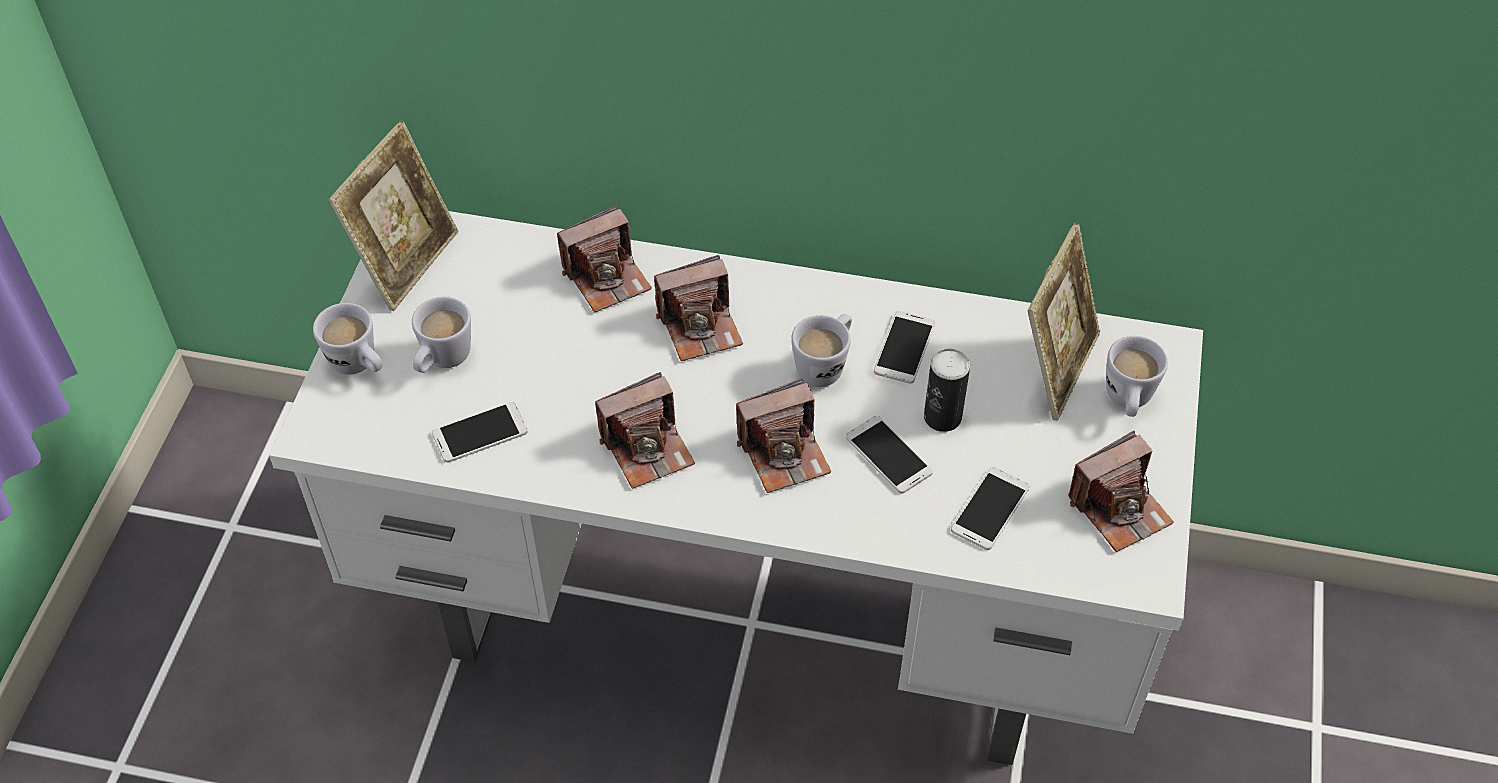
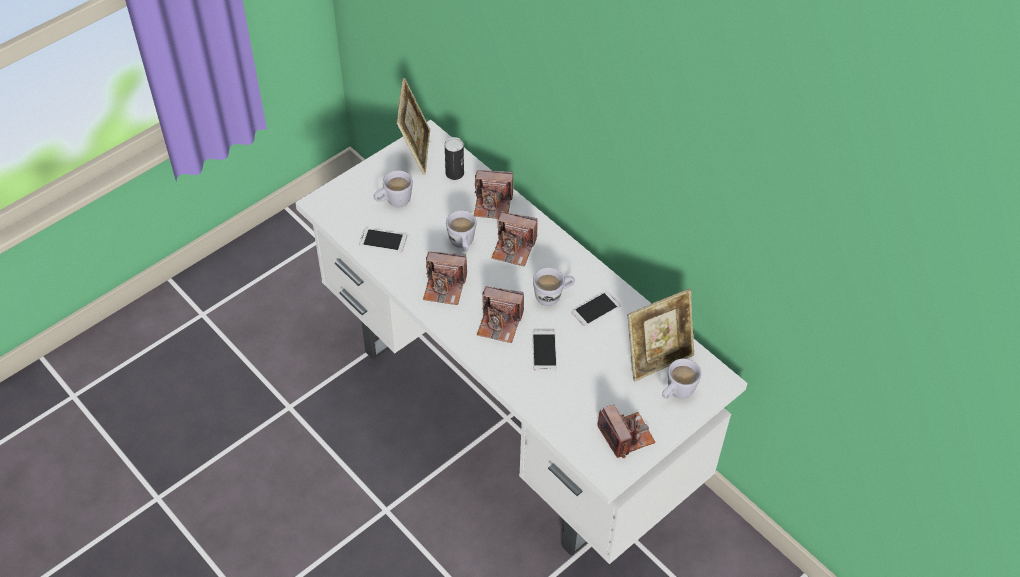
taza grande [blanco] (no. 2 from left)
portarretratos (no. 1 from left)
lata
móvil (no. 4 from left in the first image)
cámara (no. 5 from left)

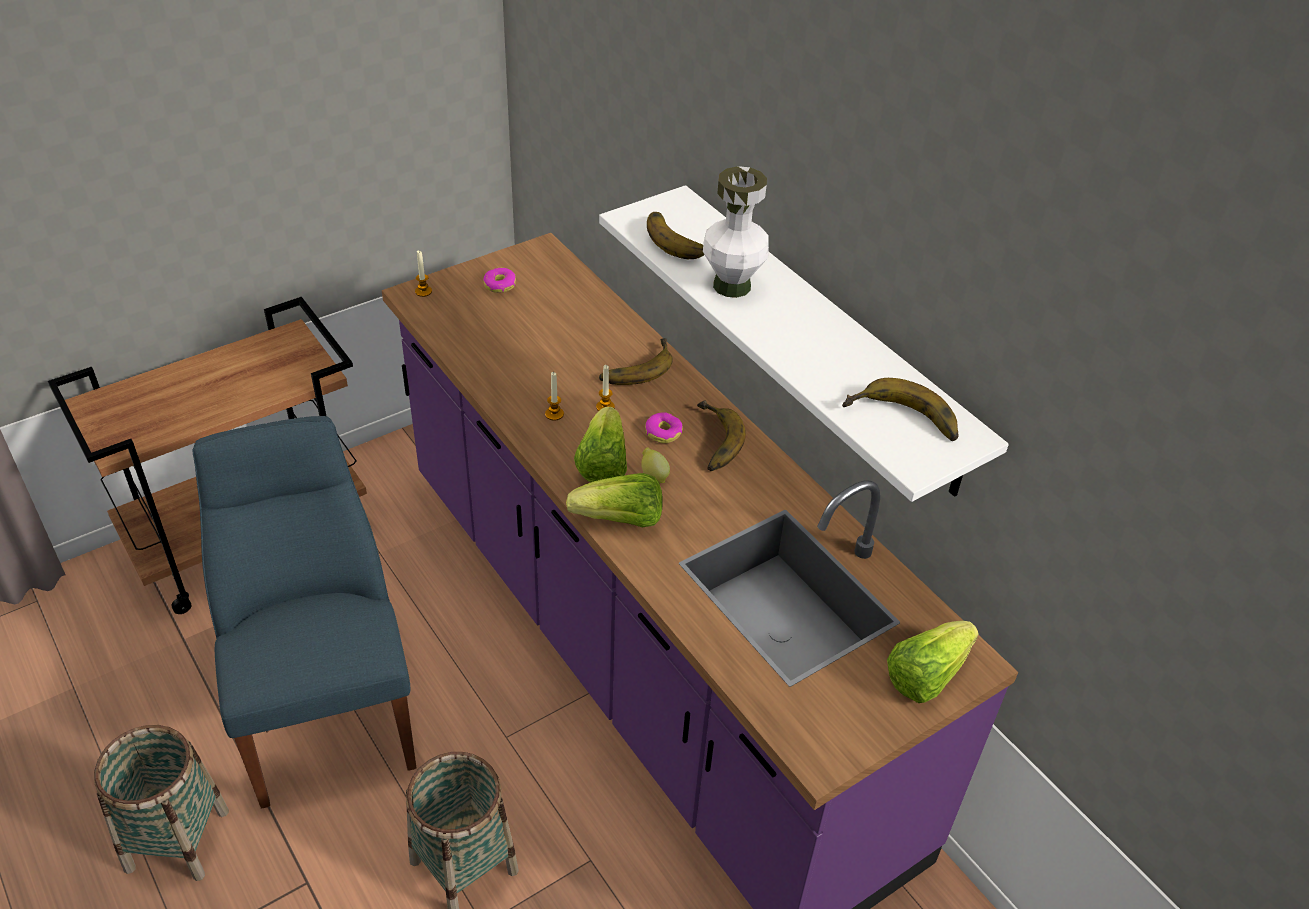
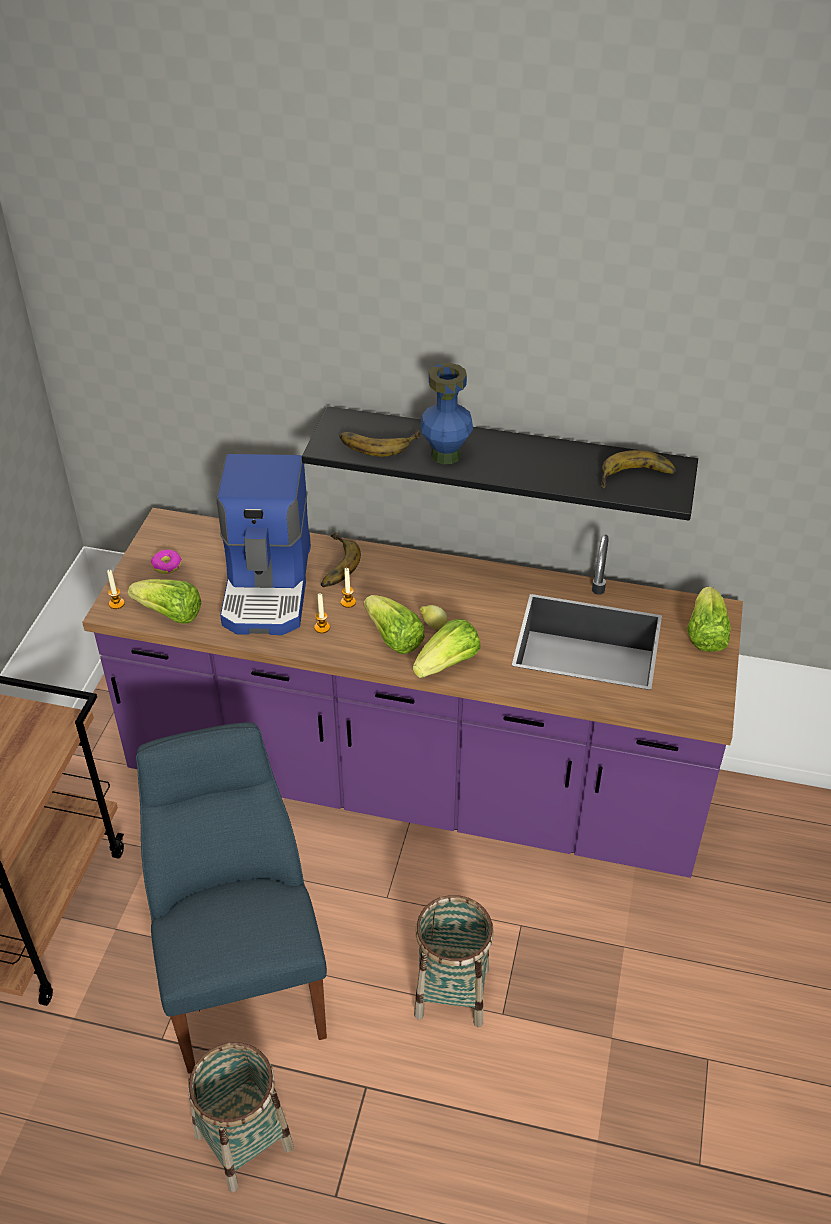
silla [azul]
estante [negro]
rosquilla (no. 2 from left in the first image)
plátano (no. 3 from left in the first image)
florero [azul]
lechuga (no. 1 from left)
cafetera

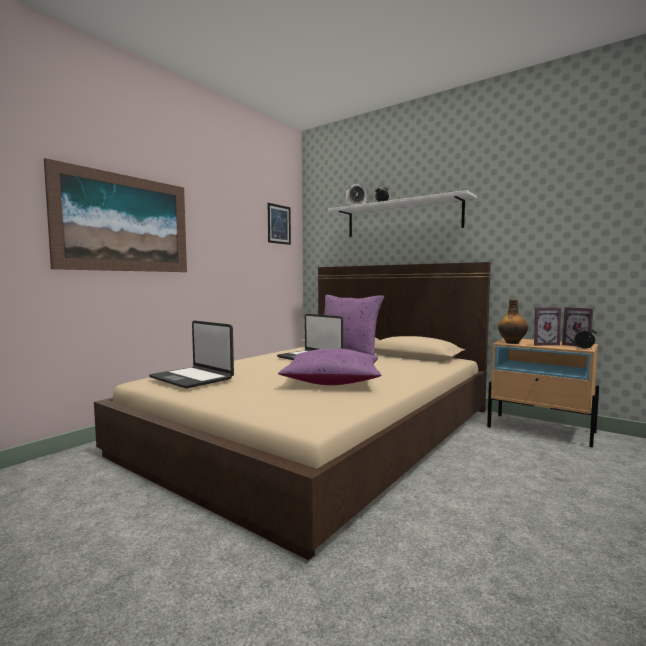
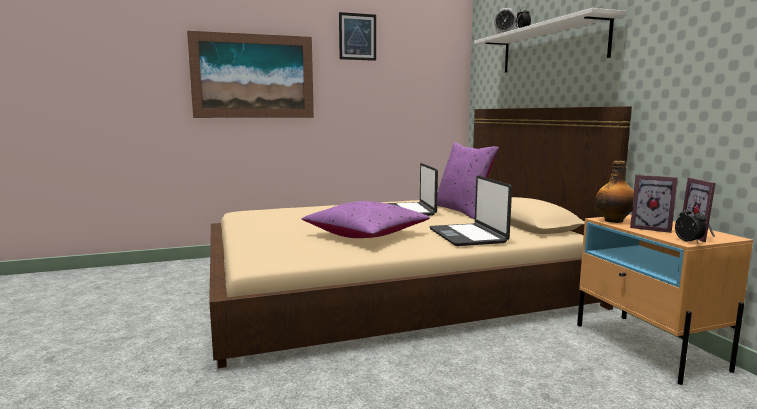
portátil (no. 2 from left)
cuadro (no. 2 from left)

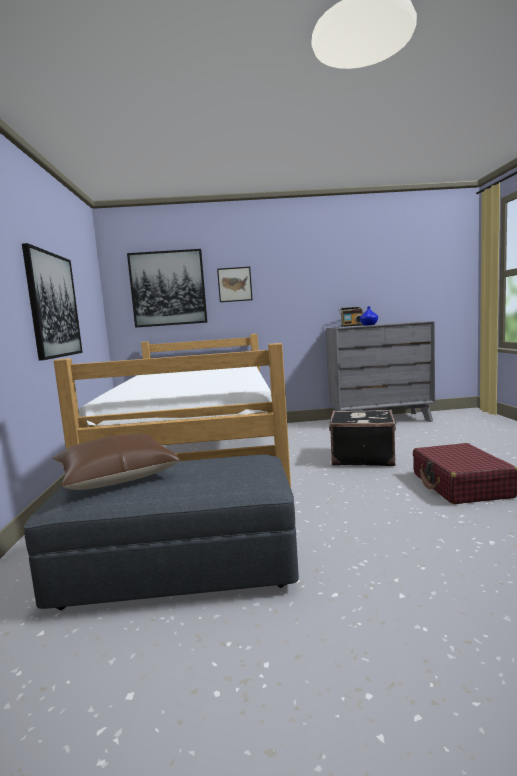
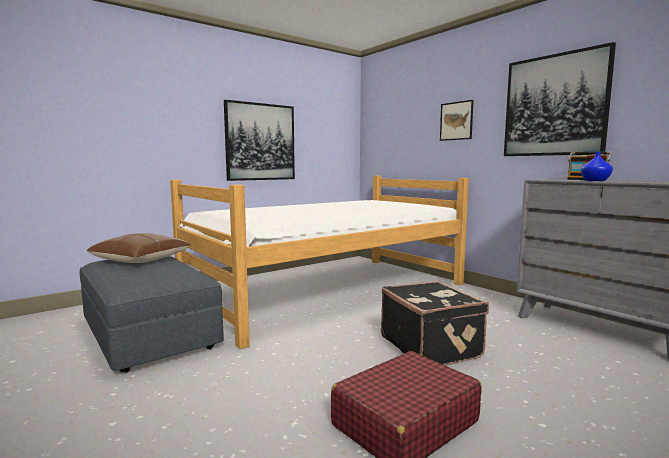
cuadro (no. 3 from left)

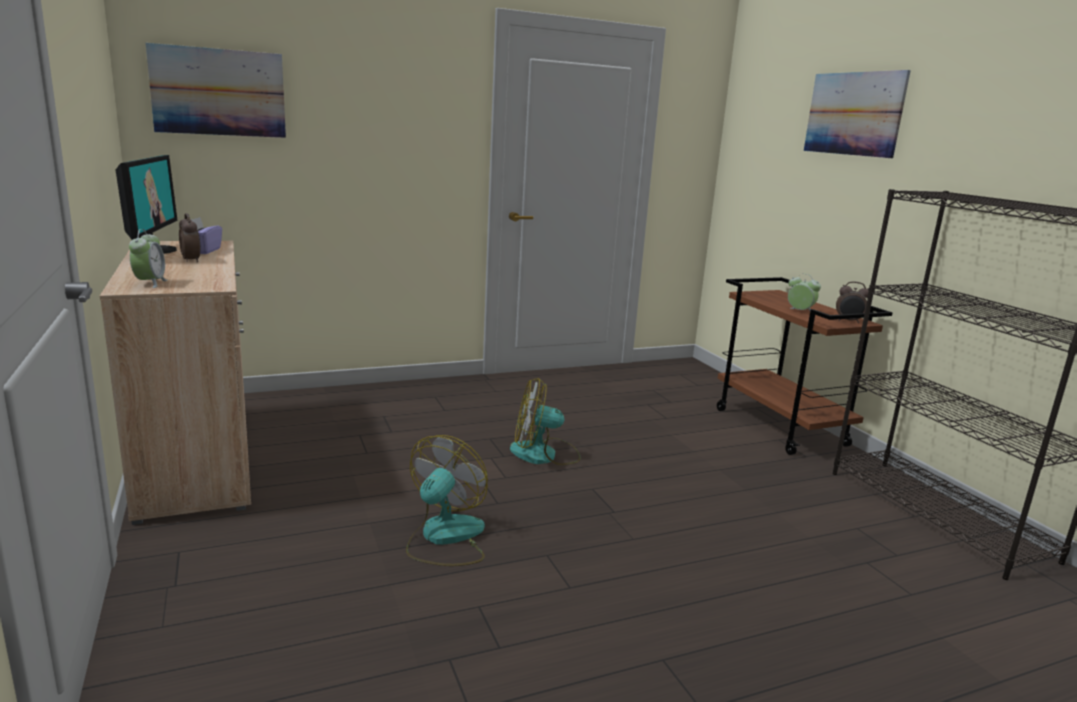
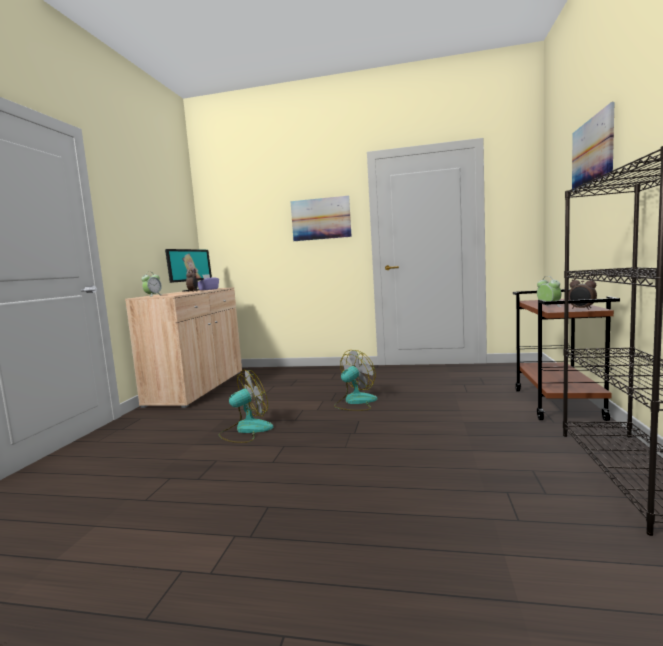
cuadro (no. 1 from left)
ventilador (no. 2 from left)

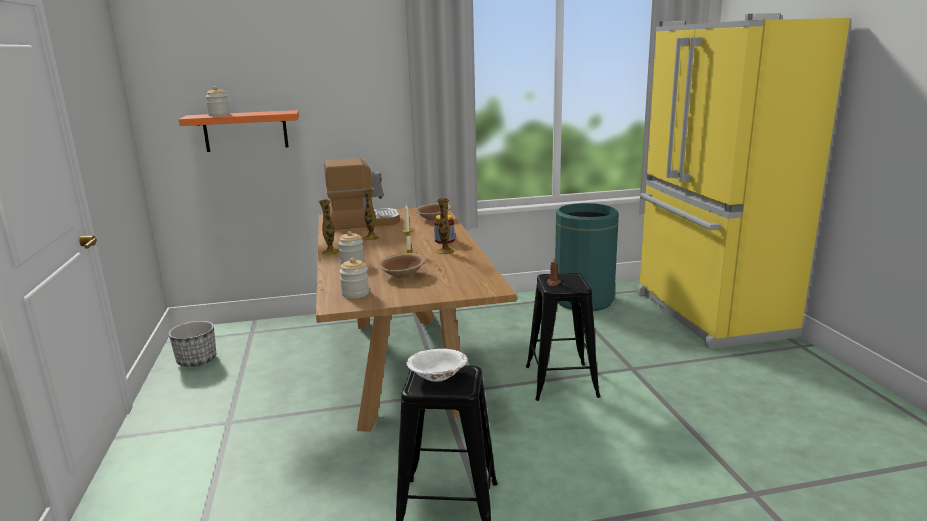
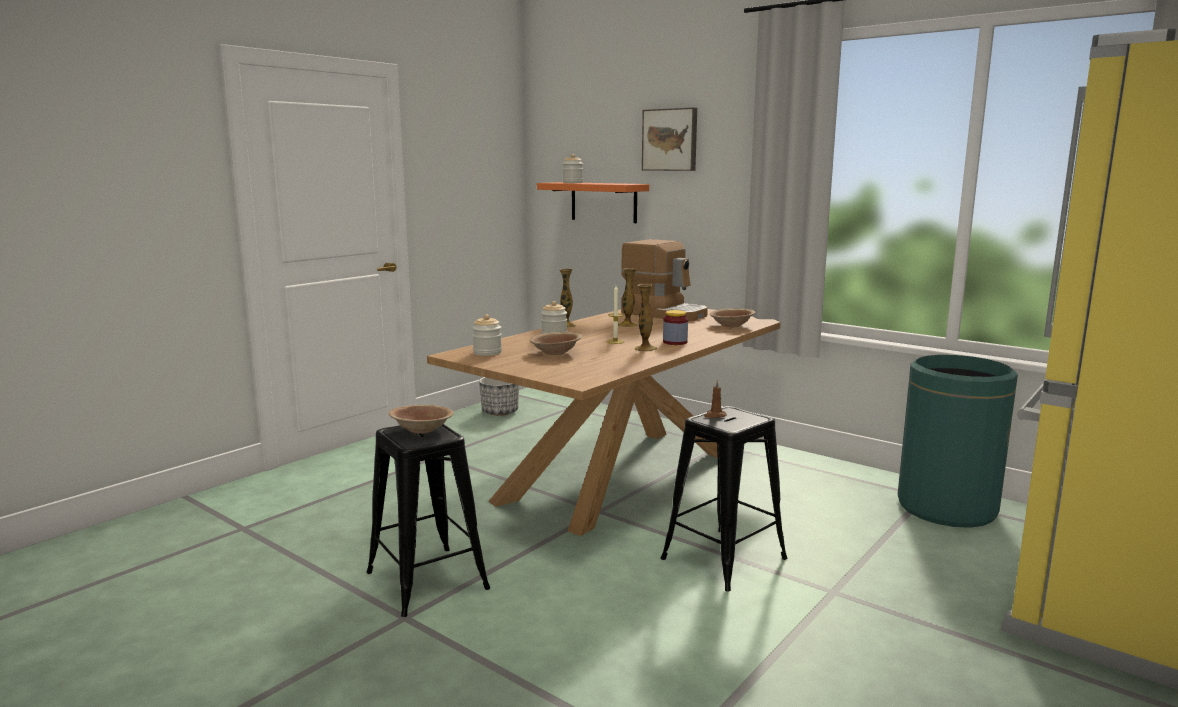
cuenco [marrón] (no. 1 from left)
cuadro

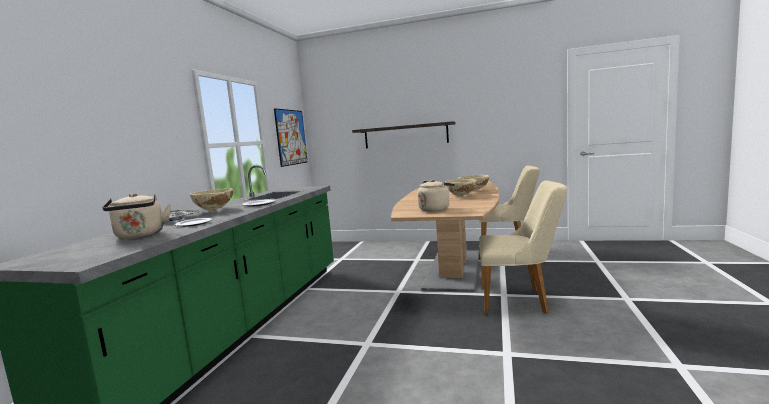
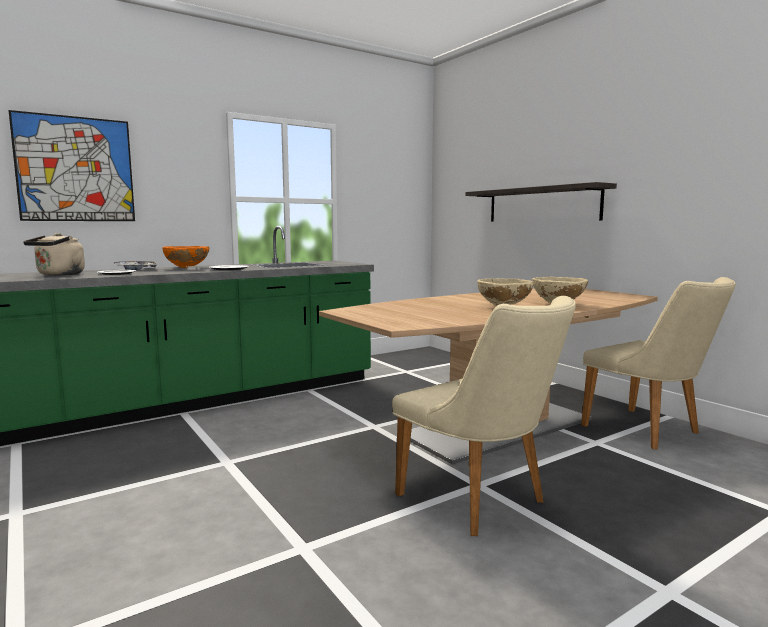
cuenco [naranja]
cuadro
hervidor [beis] (no. 2 from left in the first image)

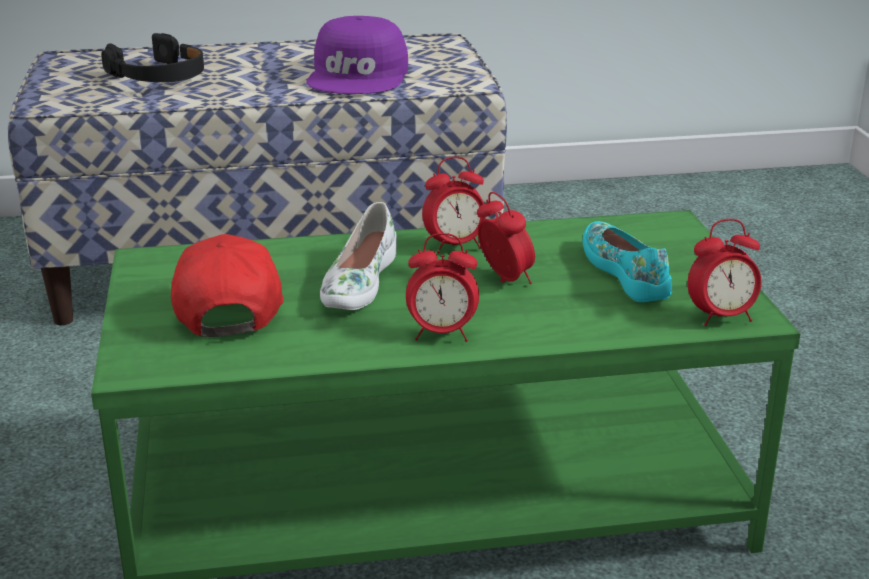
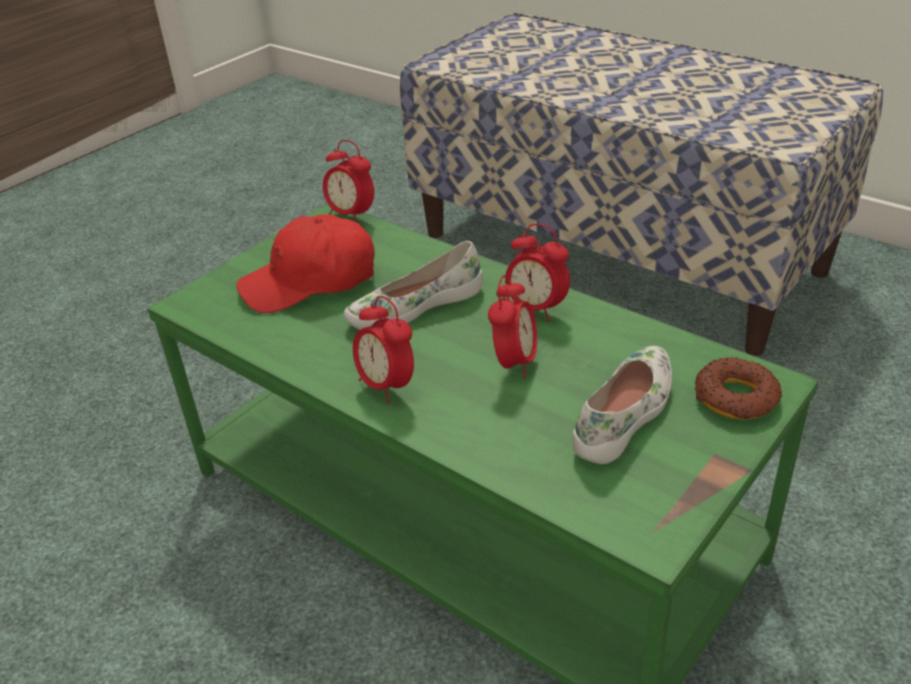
auriculares [negro]
gorra [rojo]
gorra [morado]
zapato [blanco] (no. 2 from left)
despertador (no. 1 from left)
rosquilla

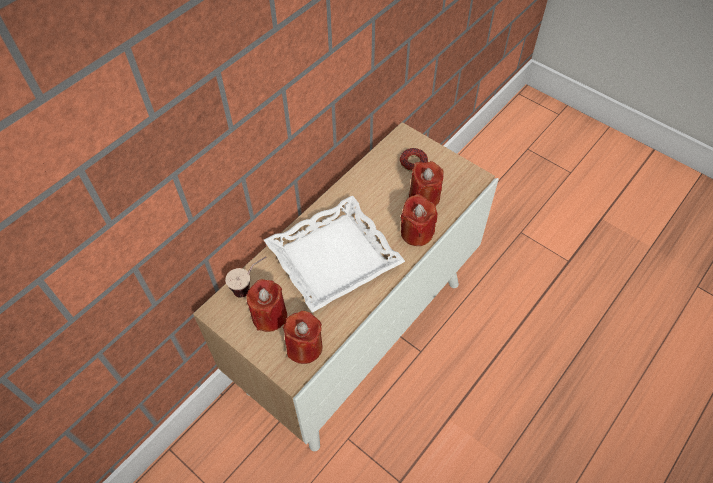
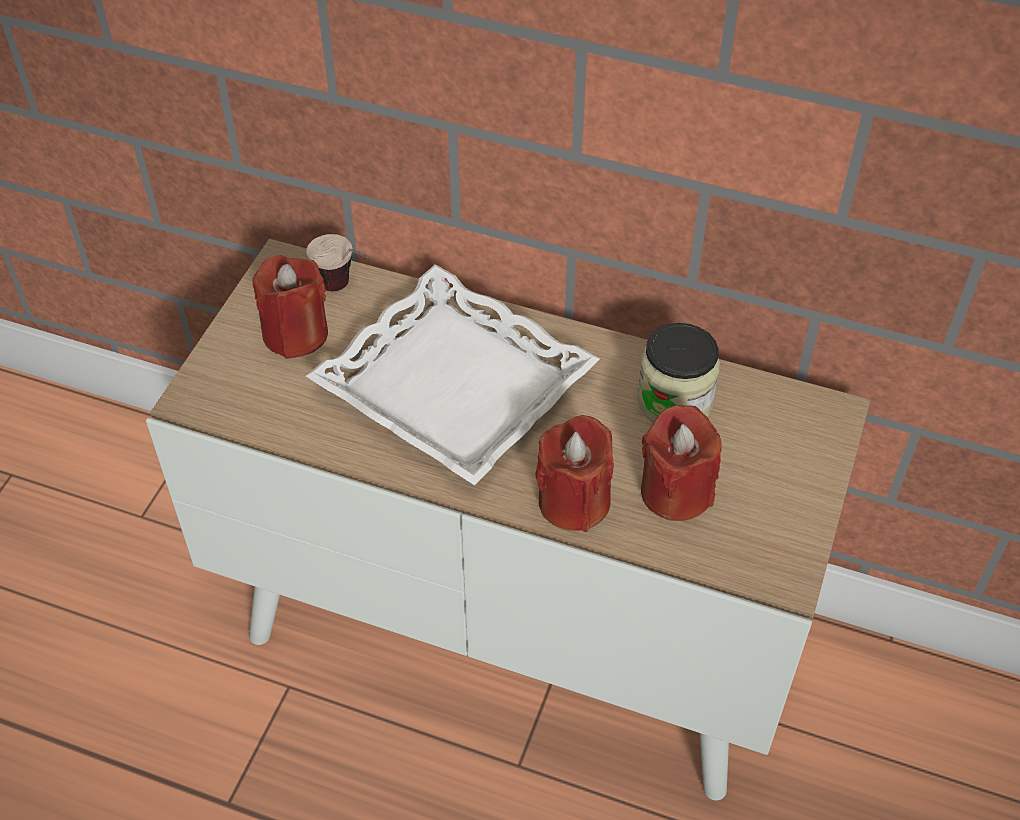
vela [rojo] (no. 2 from left in the first image)
rosquilla
tarro

